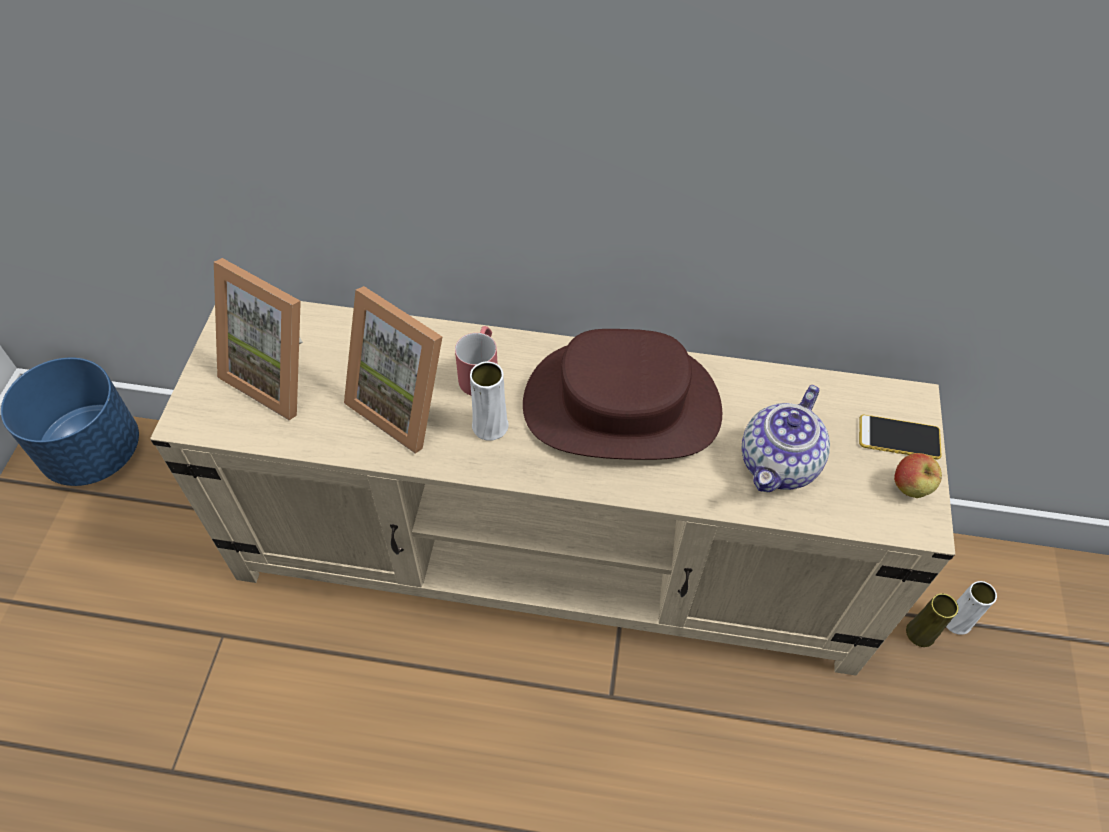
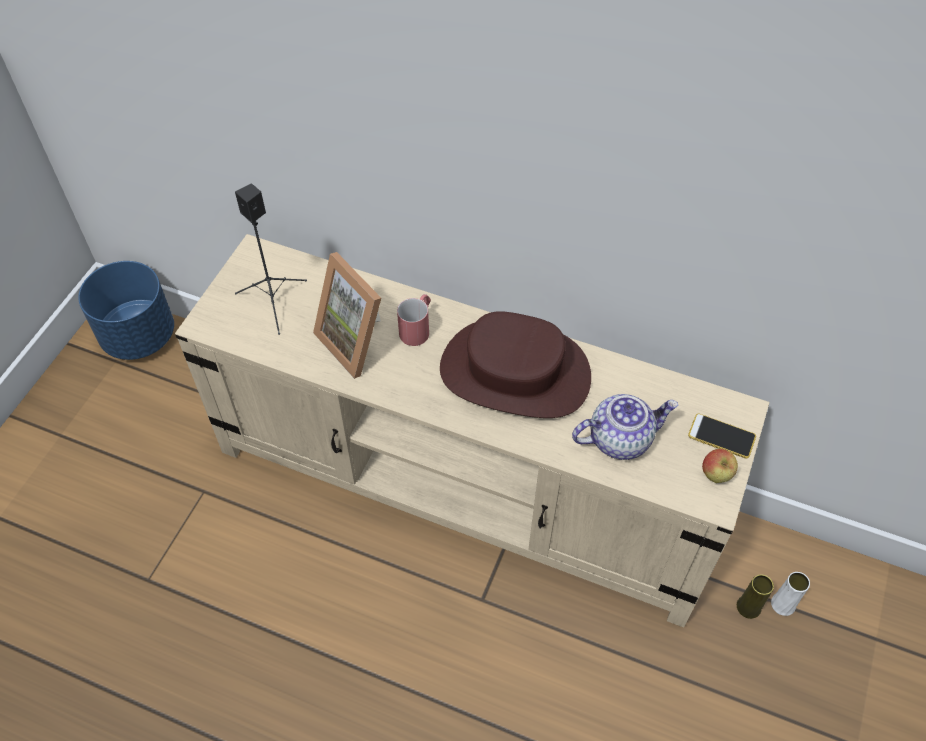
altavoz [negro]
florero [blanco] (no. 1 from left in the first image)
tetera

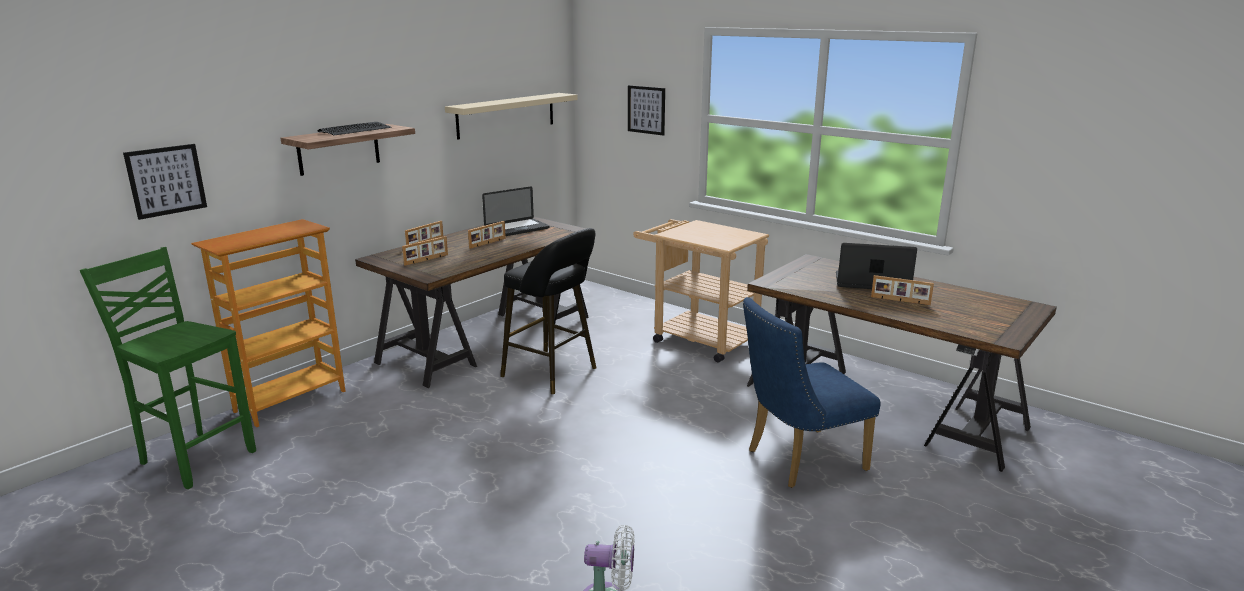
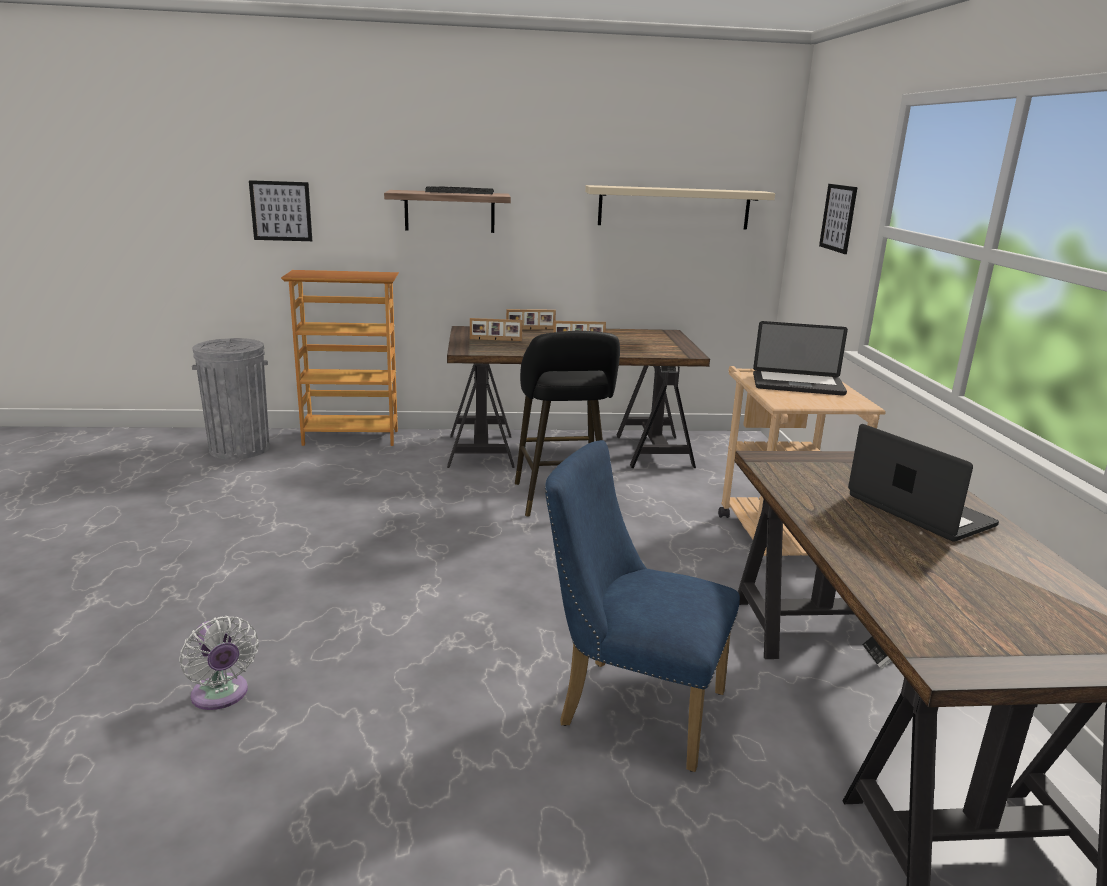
papelera [gris]
portátil (no. 1 from left)
portarretratos (no. 4 from left in the first image)

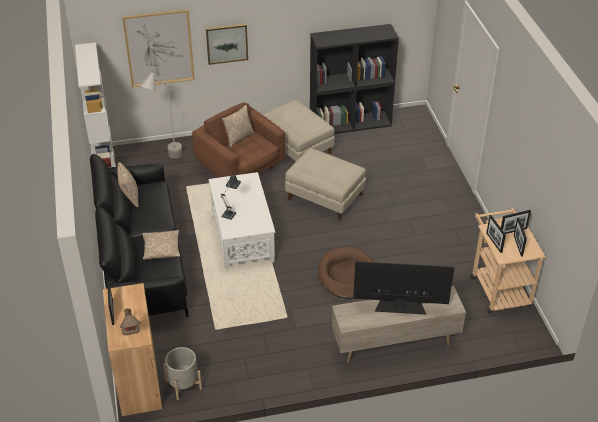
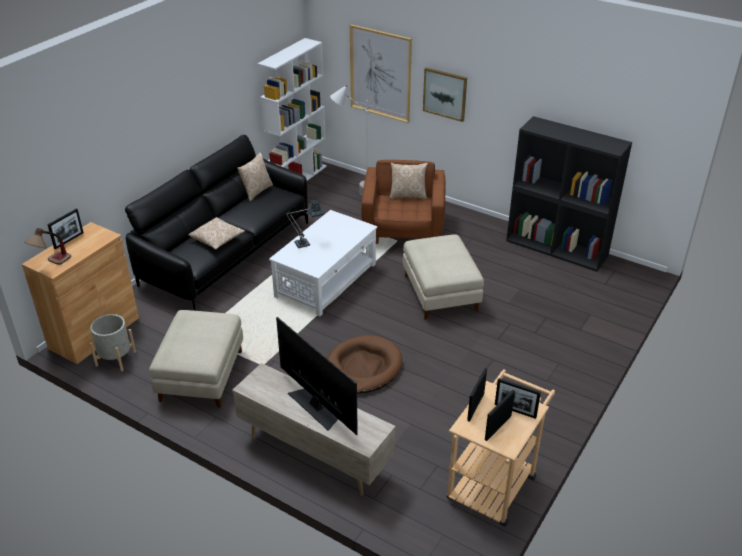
puf [beis] (no. 1 from left)

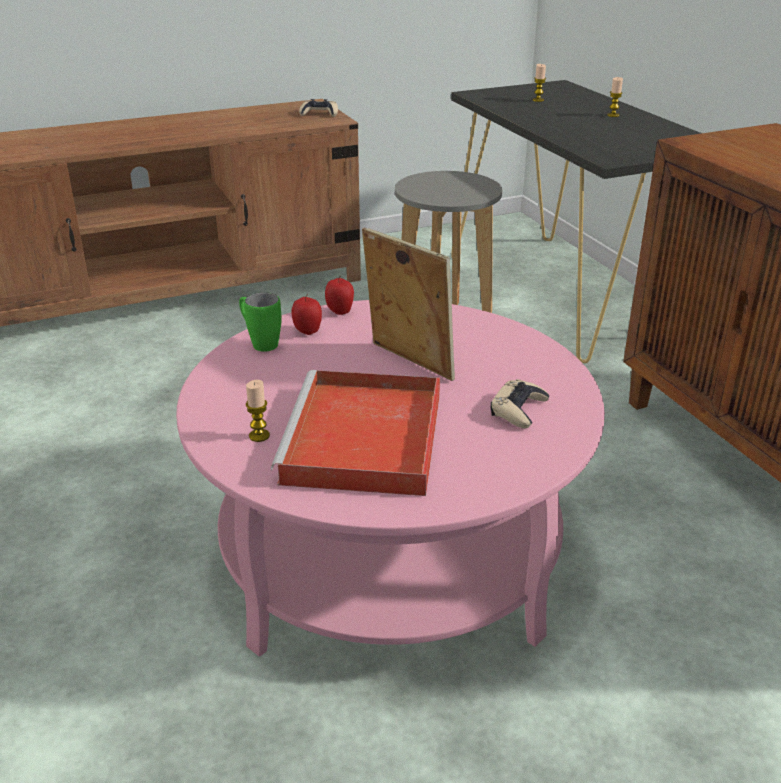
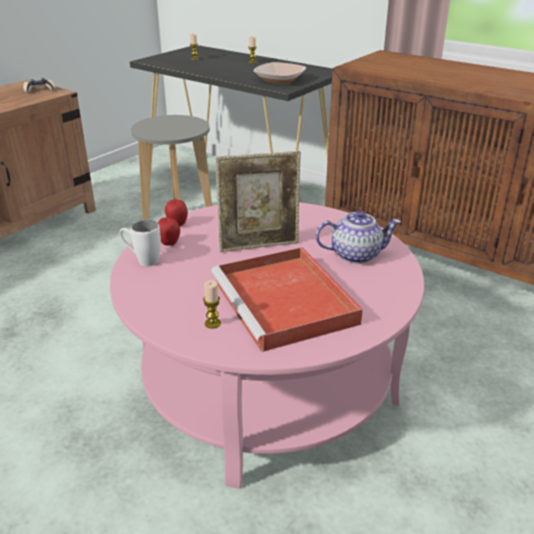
taza grande [blanco]
portarretratos
tetera
cuenco

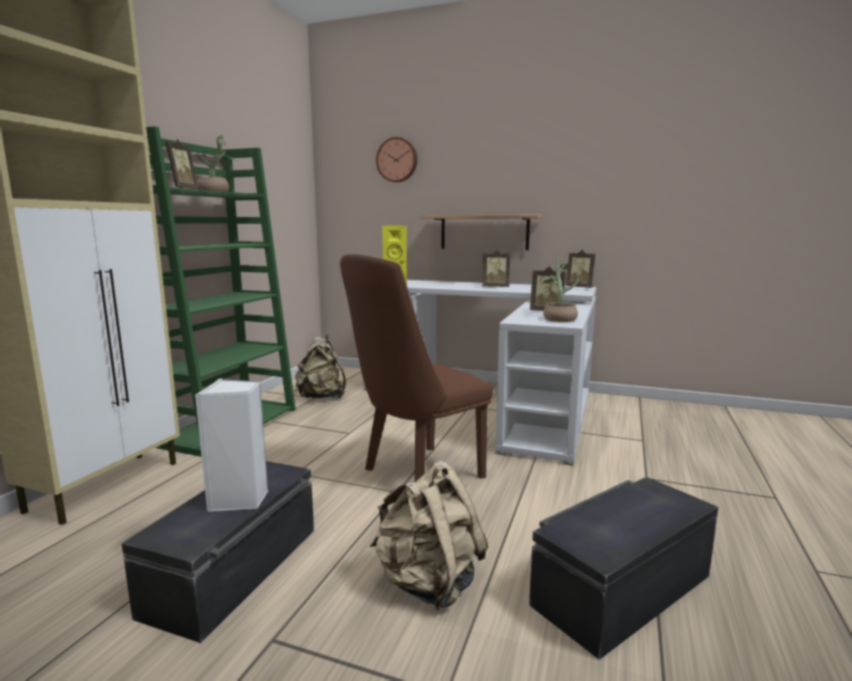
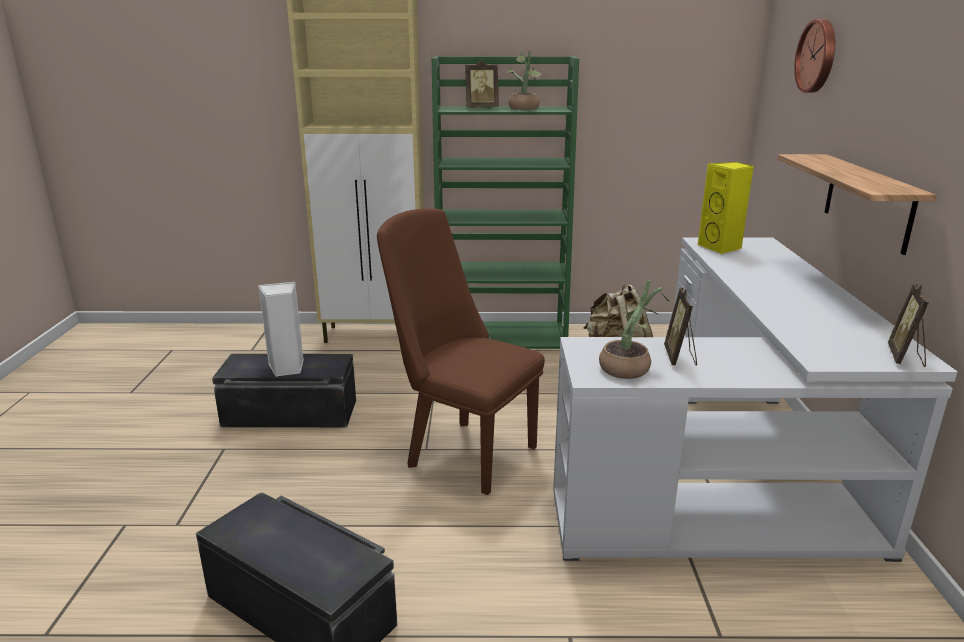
mochila [beis] (no. 2 from left in the first image)
portarretratos (no. 2 from left in the first image)

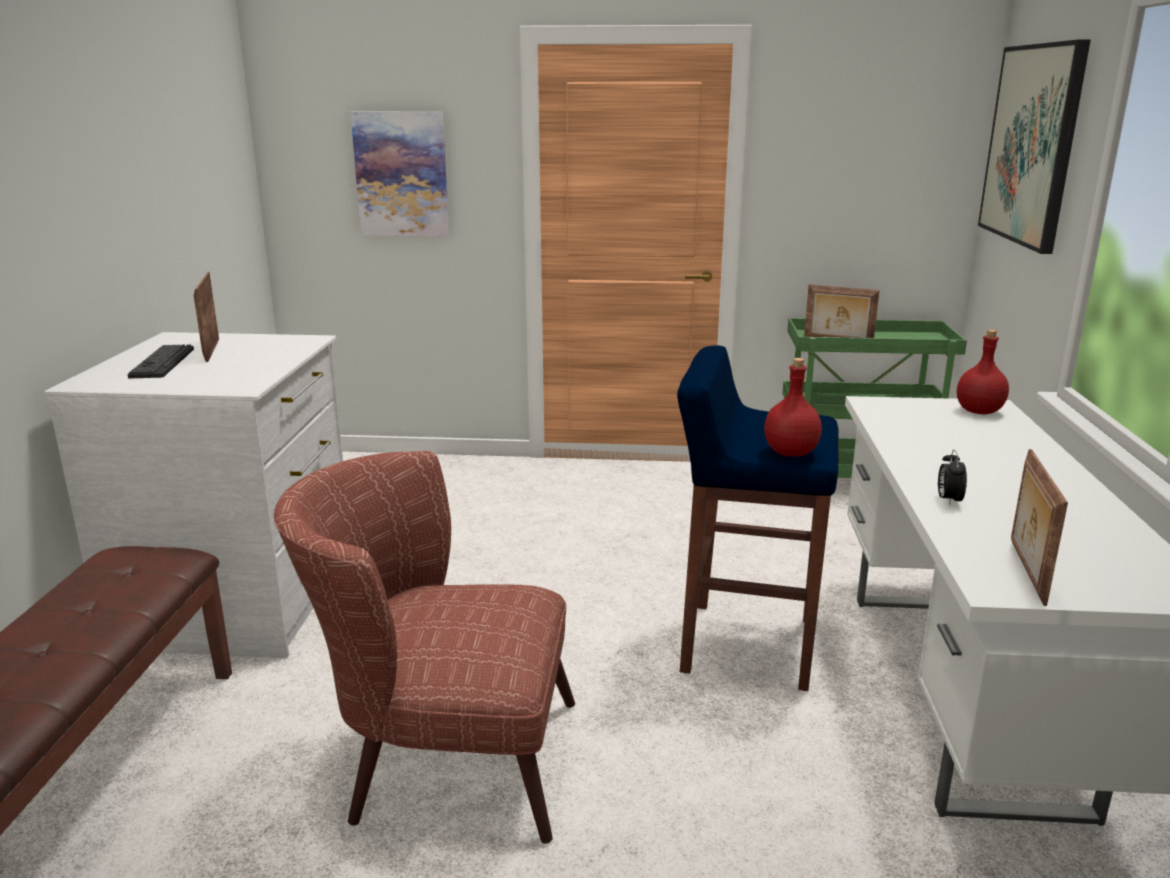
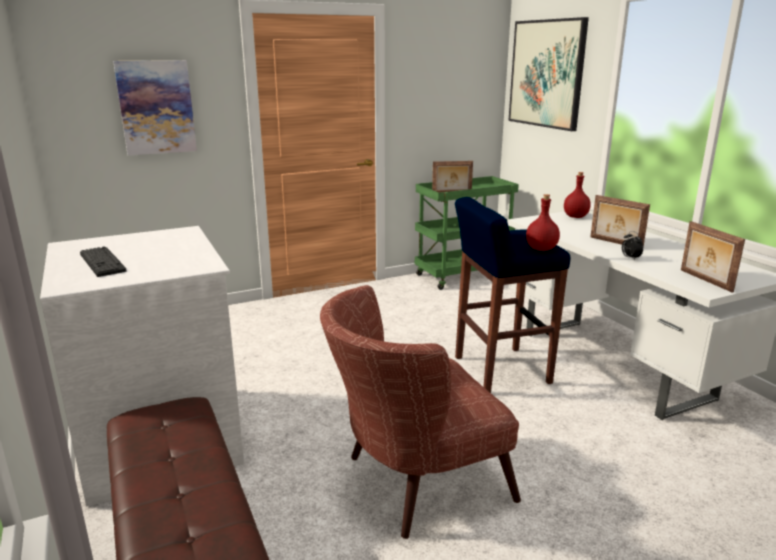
portarretratos (no. 2 from left)

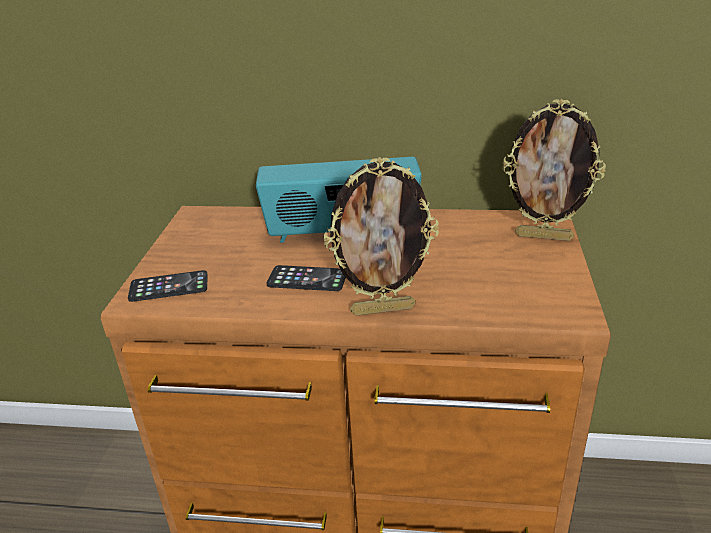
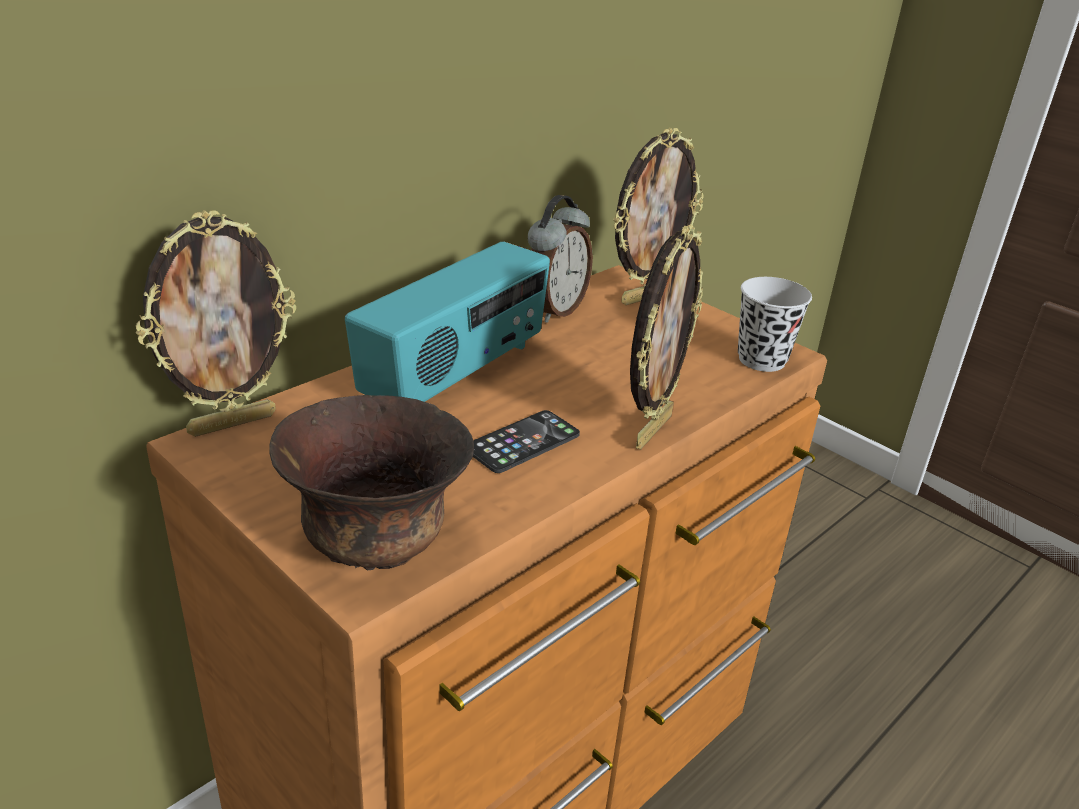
cuenco [marrón]
portarretratos (no. 1 from left)
despertador
taza [negro]

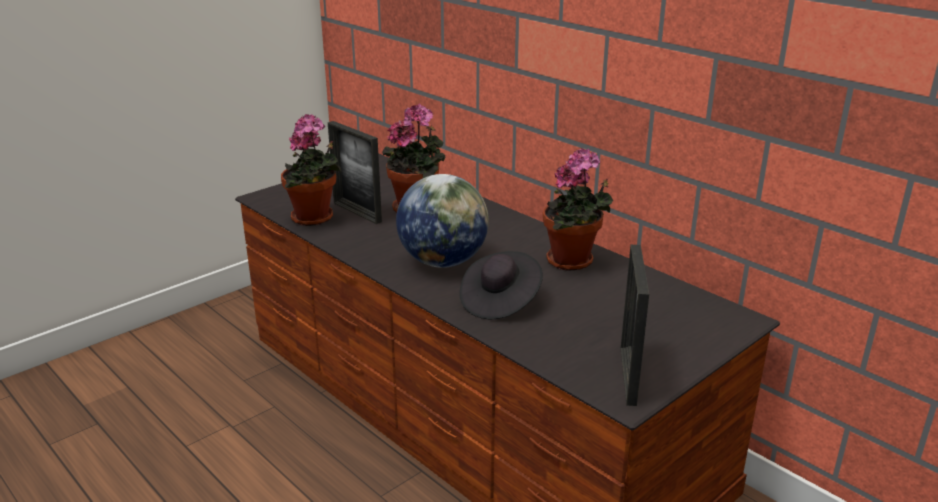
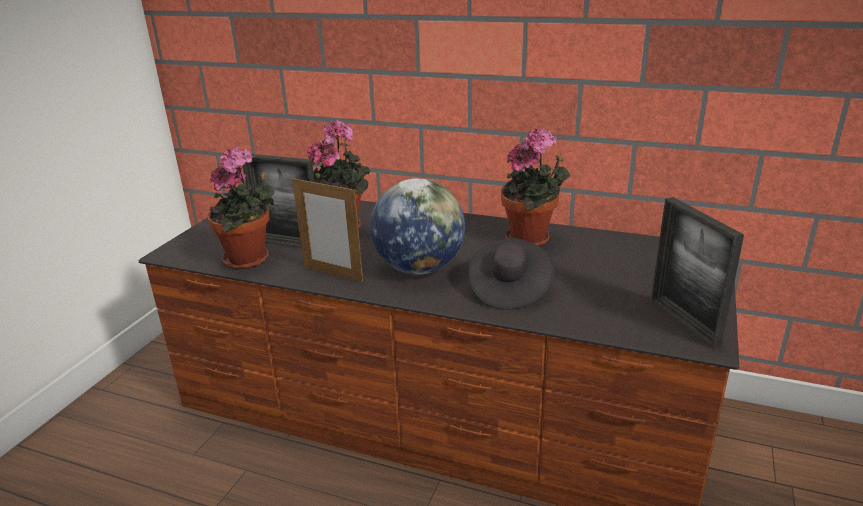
portarretratos (no. 2 from left)

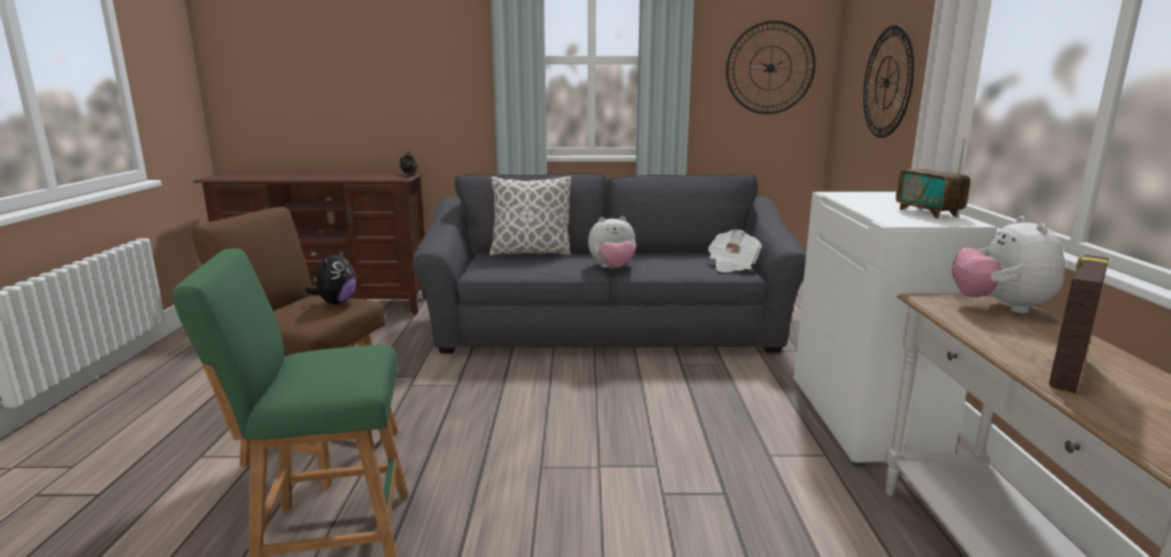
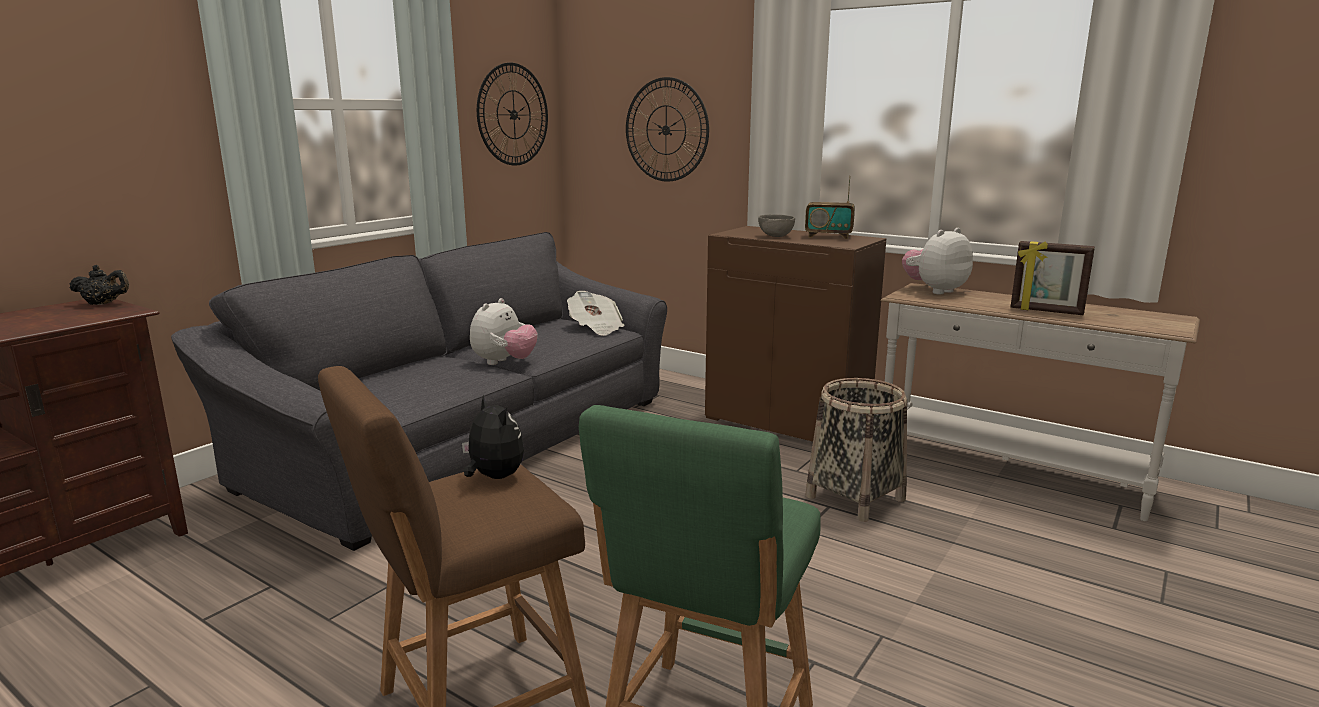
cojín
armario [marrón]
peluche (no. 3 from left)
portarretratos
cuenco [gris]
cesta

